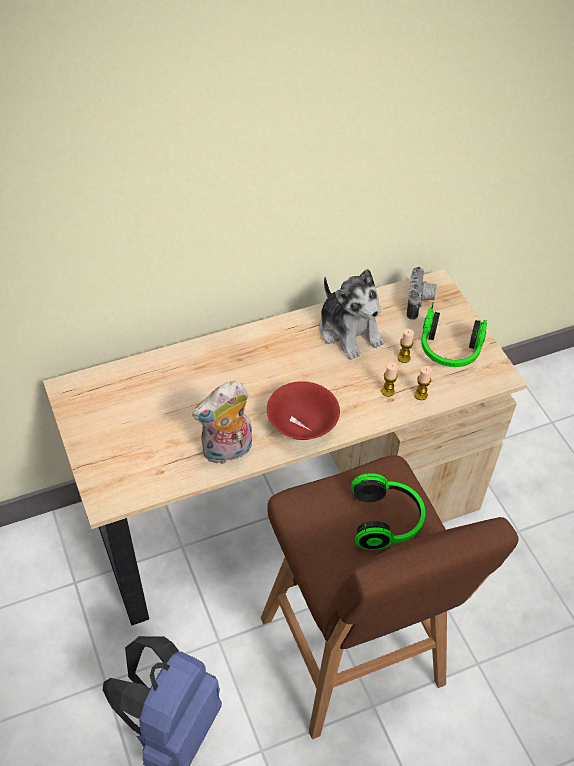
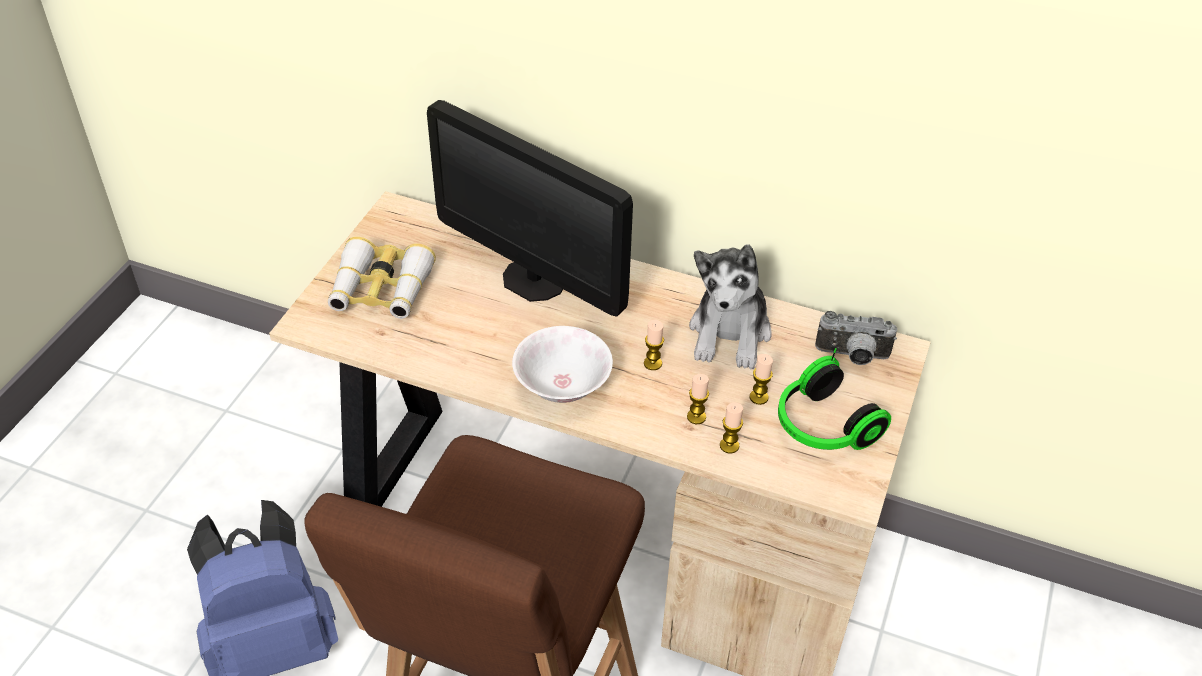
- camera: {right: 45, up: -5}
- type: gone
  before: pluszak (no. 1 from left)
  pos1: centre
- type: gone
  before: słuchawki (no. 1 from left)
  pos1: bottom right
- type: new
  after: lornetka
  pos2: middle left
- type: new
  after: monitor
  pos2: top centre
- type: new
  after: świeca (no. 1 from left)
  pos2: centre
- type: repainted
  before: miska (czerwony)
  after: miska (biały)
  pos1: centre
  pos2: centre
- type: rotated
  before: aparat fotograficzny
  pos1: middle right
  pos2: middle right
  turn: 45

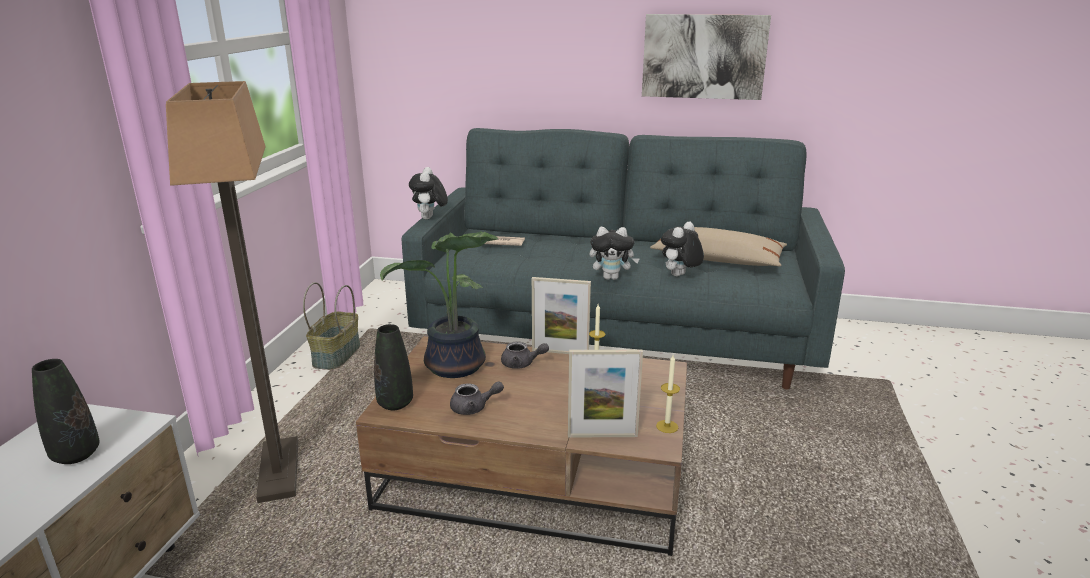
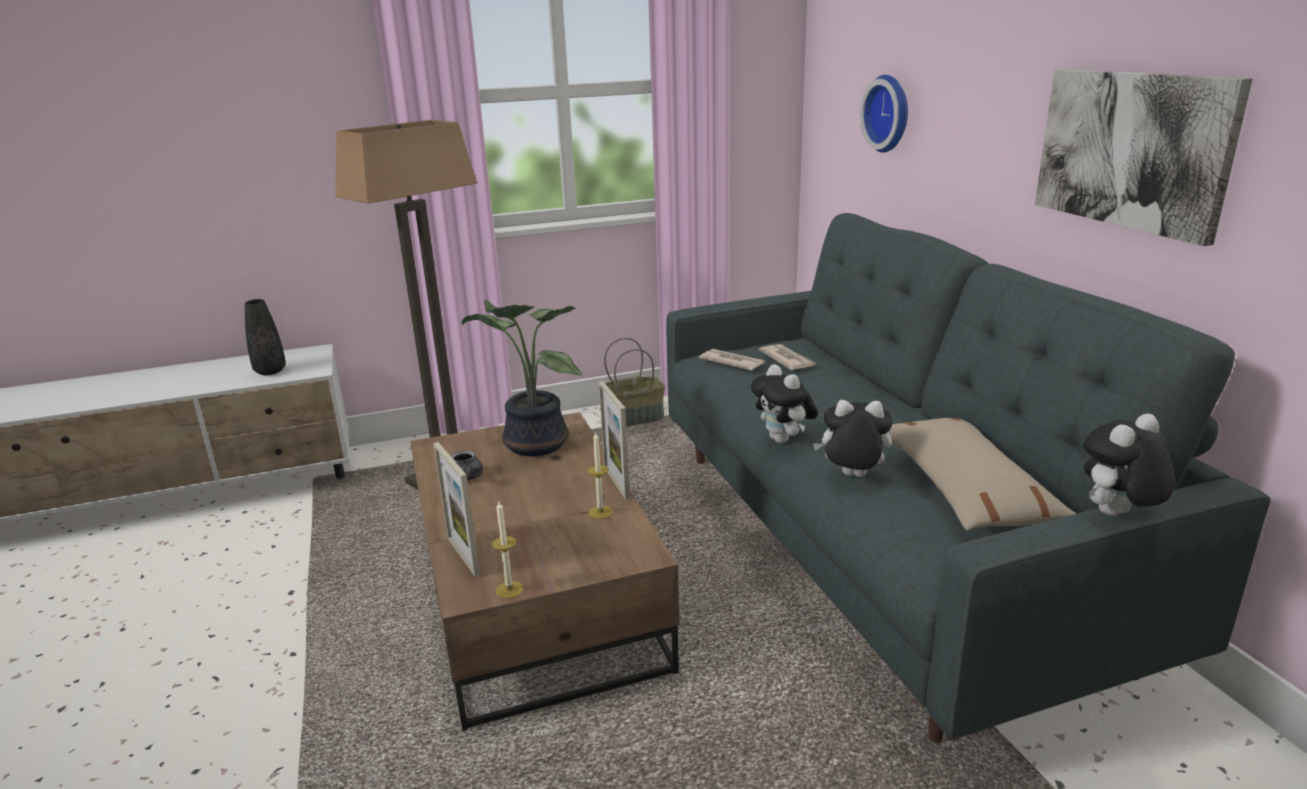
- camera: {right: 60, up: 0}
- type: gone
  before: wazon (czarny) (no. 2 from left)
  pos1: centre
- type: gone
  before: imbryk (szary) (no. 2 from left)
  pos1: centre
- type: new
  after: gazeta (no. 1 from left)
  pos2: centre
- type: new
  after: zegar ścienny
  pos2: top right
- type: shifted
  before: pluszak (no. 1 from left in the first image)
  after: pluszak (no. 3 from left)
  pos1: centre
  pos2: middle right

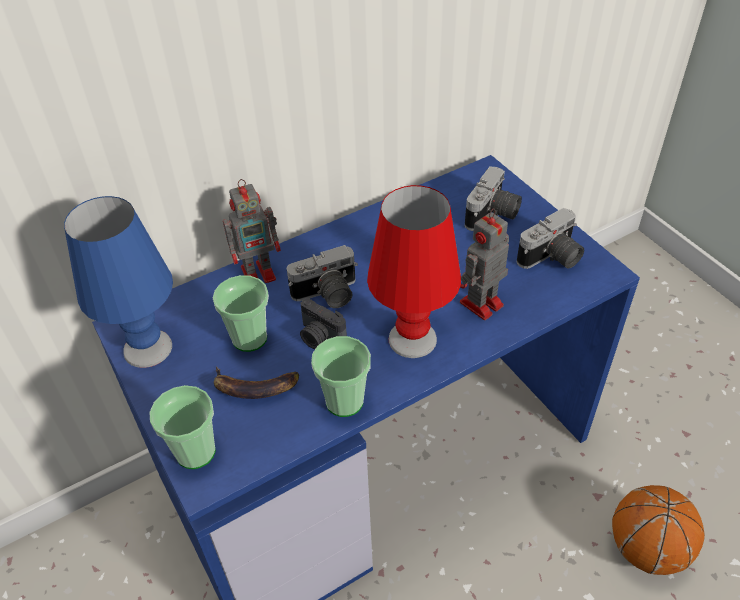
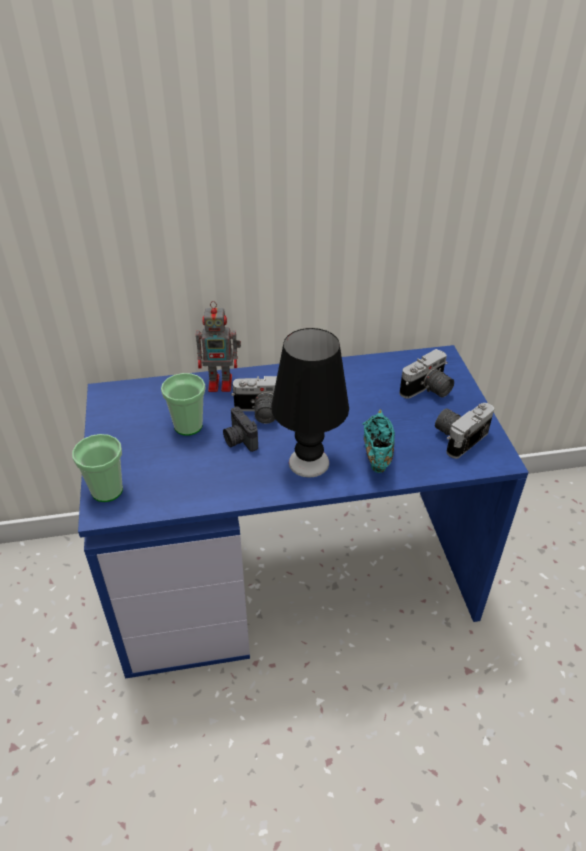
- camera: {right: 20, up: -5}
- type: gone
  before: lampa stołowa (niebieski)
  pos1: middle left
- type: gone
  before: banan
  pos1: centre
- type: gone
  before: filiżanka (no. 3 from left)
  pos1: centre
- type: gone
  before: piłka do koszykówki
  pos1: bottom right
- type: swapped
  before: robot zabawkowy (no. 2 from left)
  after: but (turkusowy)
  pos1: centre
  pos2: centre
- type: repainted
  before: lampa stołowa (czerwony)
  after: lampa stołowa (czarny)
  pos1: centre
  pos2: centre
- type: rotated
  before: aparat fotograficzny (no. 4 from left)
  pos1: middle right
  pos2: middle right
  turn: 150

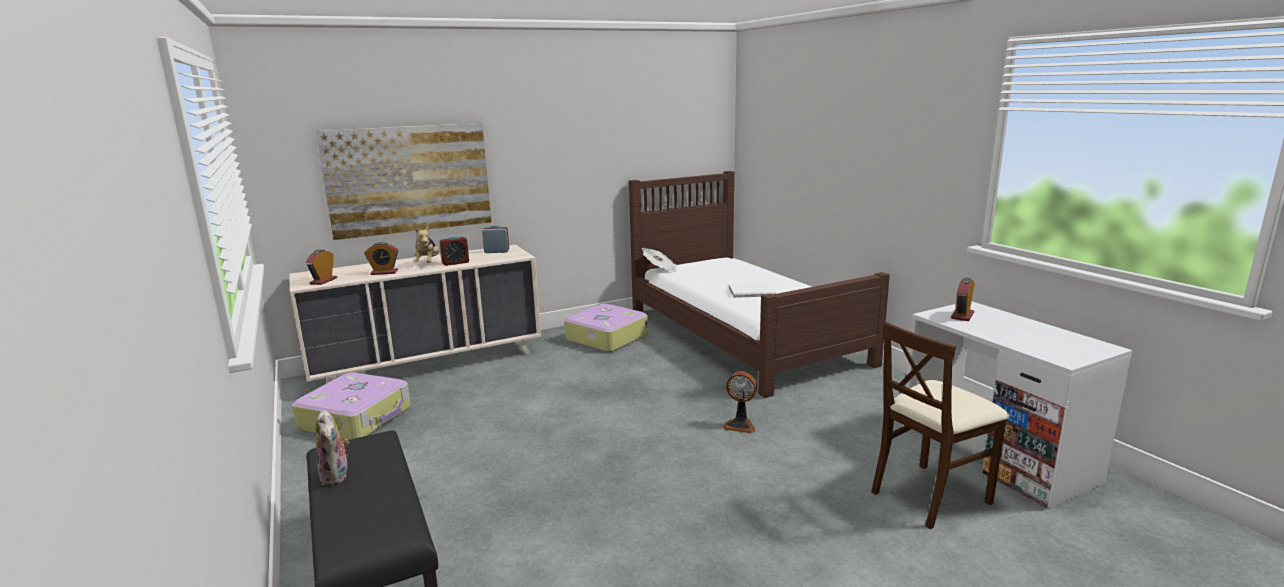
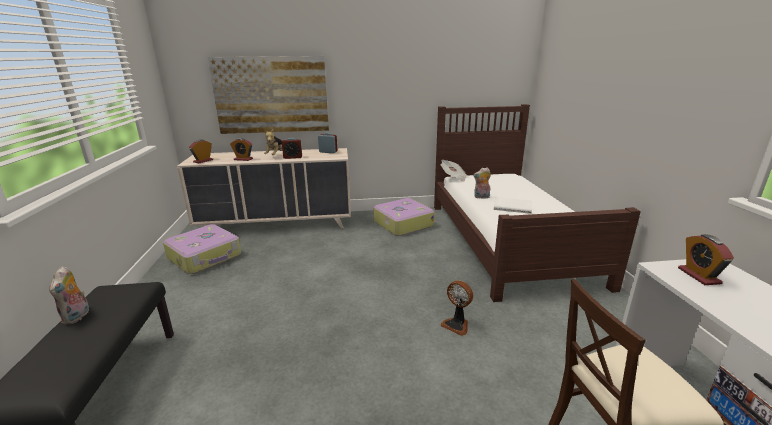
- camera: {right: 20, up: 5}
- type: new
  after: pluszak (no. 3 from left)
  pos2: centre
- type: rotated
  before: budzik (no. 5 from left)
  pos1: middle right
  pos2: middle right
  turn: -60

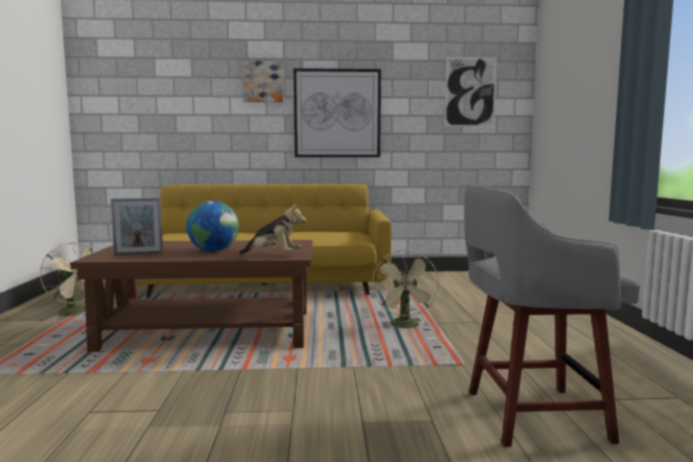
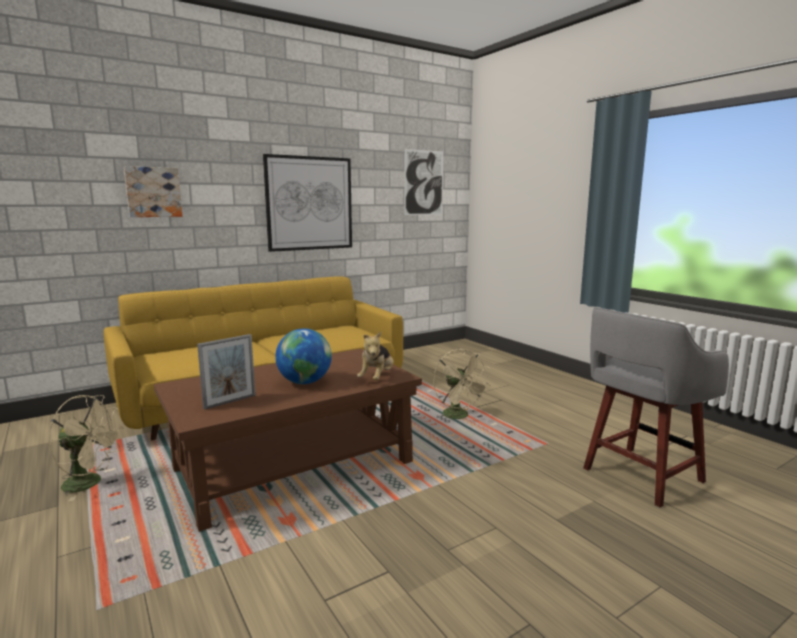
- camera: {right: -30, up: 5}
- type: shifted
  before: obraz (no. 1 from left)
  pos1: top centre
  pos2: top left
- type: rotated
  before: pluszak
  pos1: centre
  pos2: centre
  turn: 120

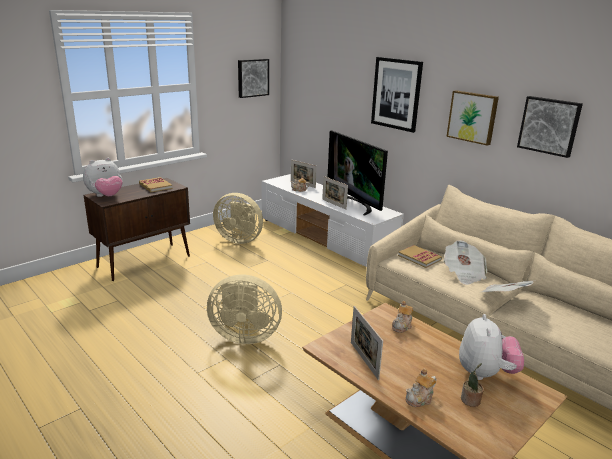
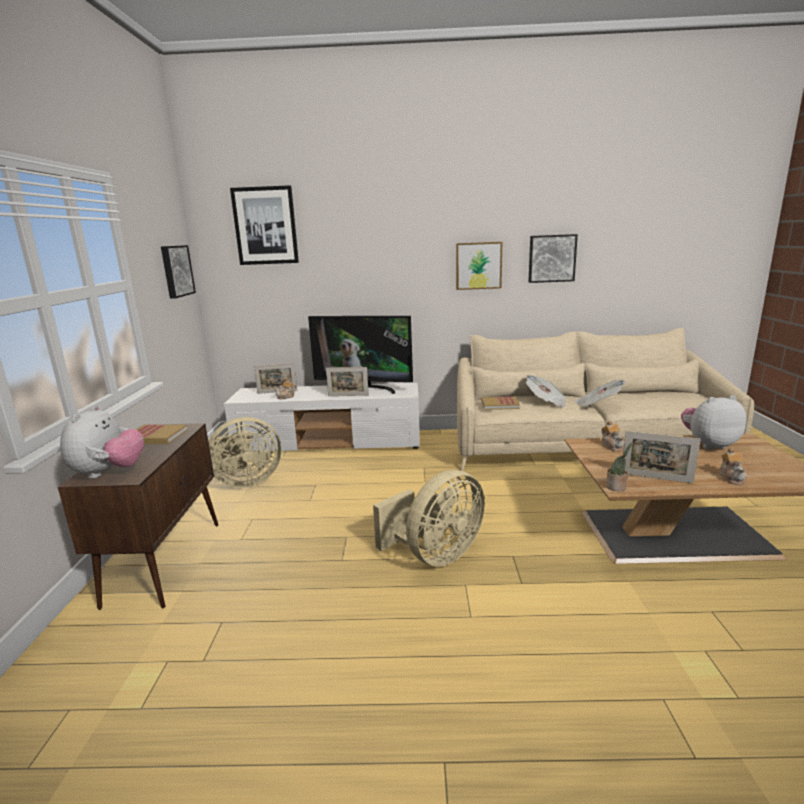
- camera: {right: -45, up: -5}
- type: shifted
  before: obraz (no. 2 from left)
  pos1: top centre
  pos2: top left
- type: shifted
  before: roślina doniczkowa
  pos1: bottom right
  pos2: middle right
- type: rotated
  before: pluszak (no. 2 from left)
  pos1: bottom right
  pos2: middle right
  turn: -60

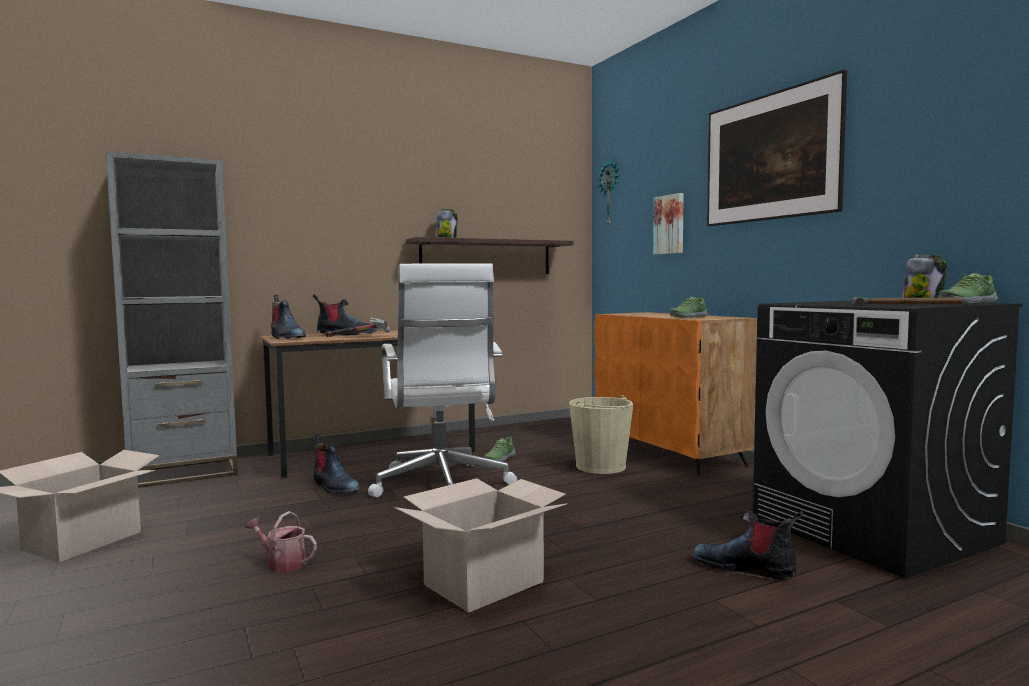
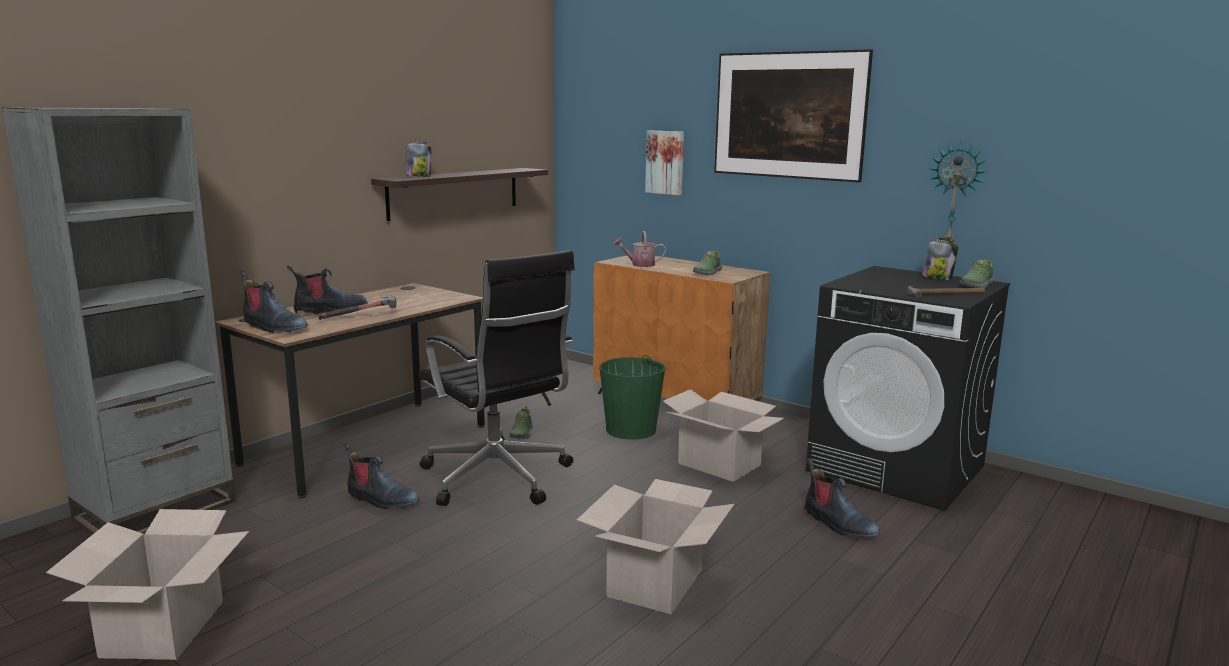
- camera: {right: -25, up: 10}
- type: new
  after: karton (no. 3 from left)
  pos2: centre
- type: shifted
  before: konewka
  pos1: bottom left
  pos2: centre
- type: shifted
  before: zegar ścienny
  pos1: top centre
  pos2: top right
- type: repainted
  before: krzesło biurowe (biały)
  after: krzesło biurowe (czarny)
  pos1: centre
  pos2: centre
- type: repainted
  before: wiadro (beżowy)
  after: wiadro (zielony)
  pos1: centre
  pos2: centre
- type: rotated
  before: but z cholewką (no. 4 from left)
  pos1: bottom right
  pos2: bottom right
  turn: -135

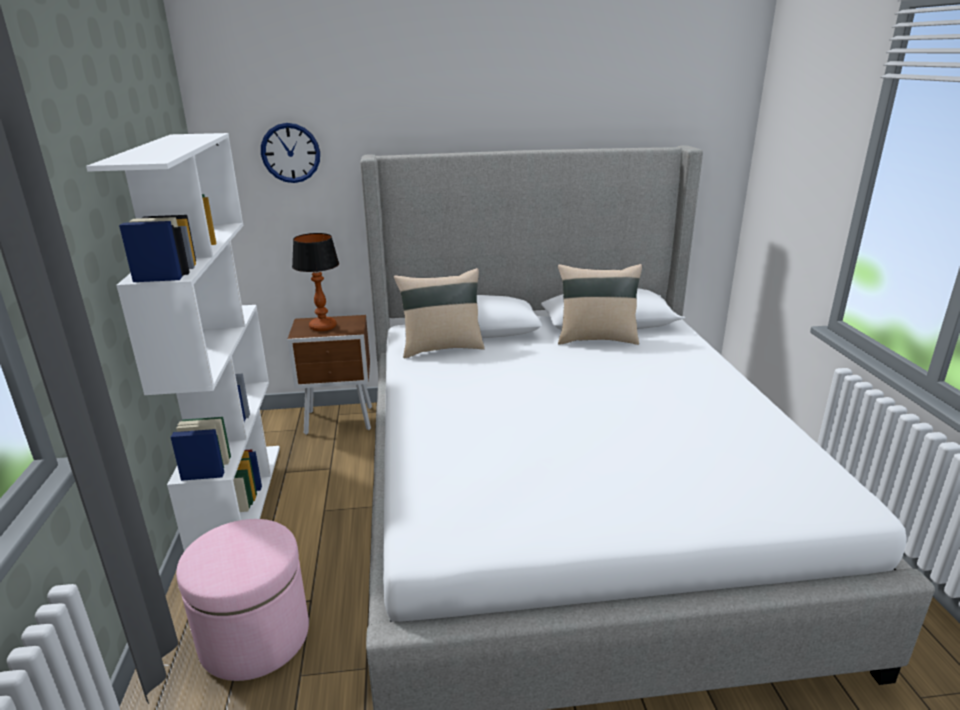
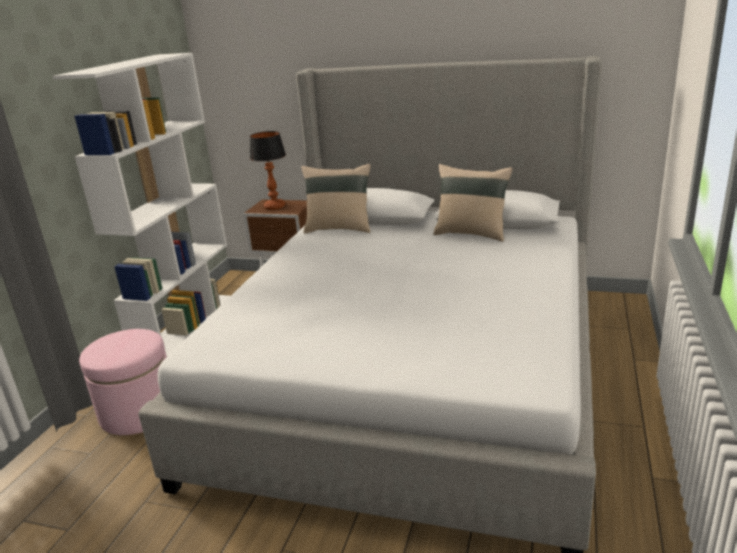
- camera: {right: 25, up: 0}
- type: gone
  before: zegar ścienny
  pos1: top left

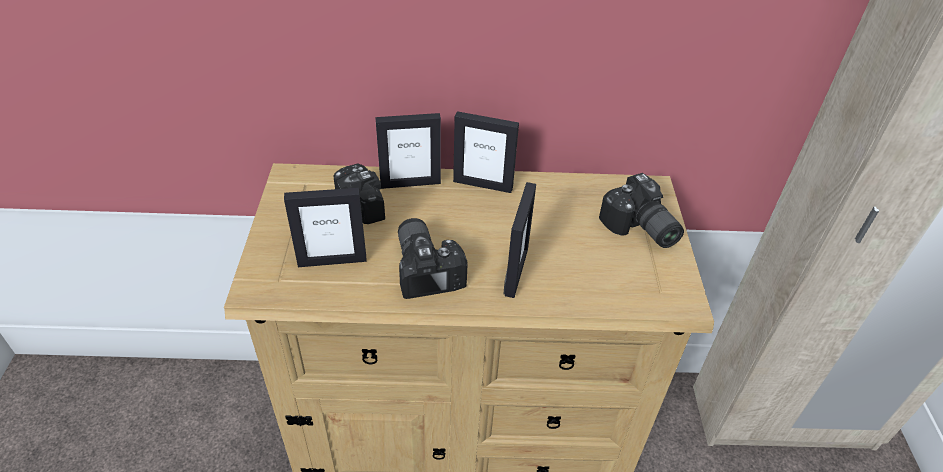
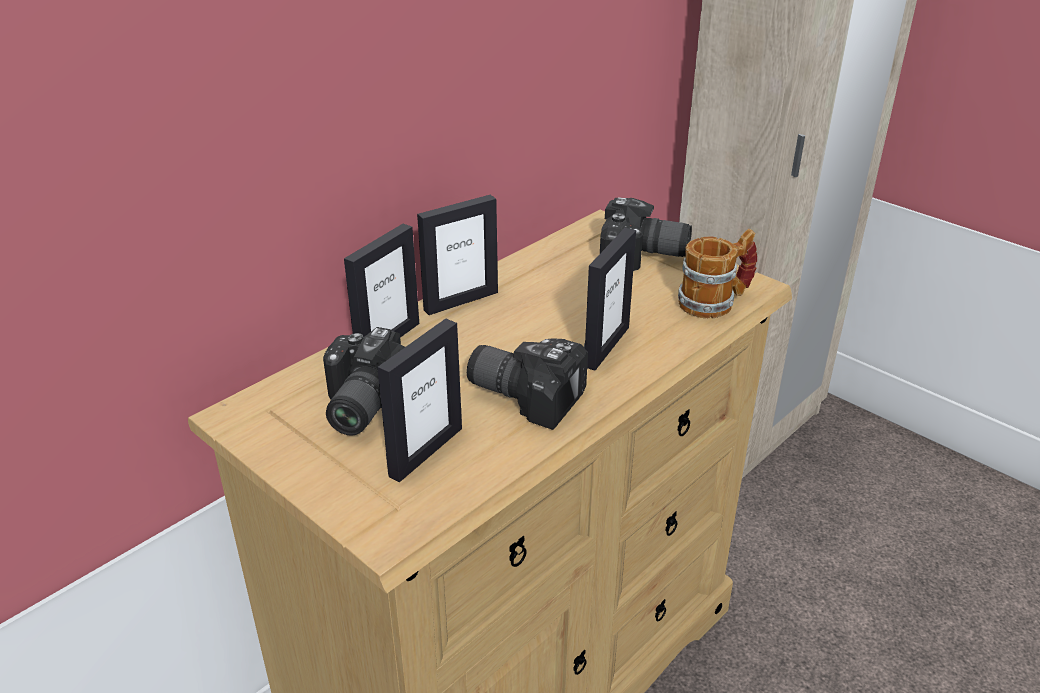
- camera: {right: -45, up: -10}
- type: new
  after: kubek
  pos2: middle right
- type: rotated
  before: ramka na zdjęcie (no. 4 from left)
  pos1: centre
  pos2: centre
  turn: 60

